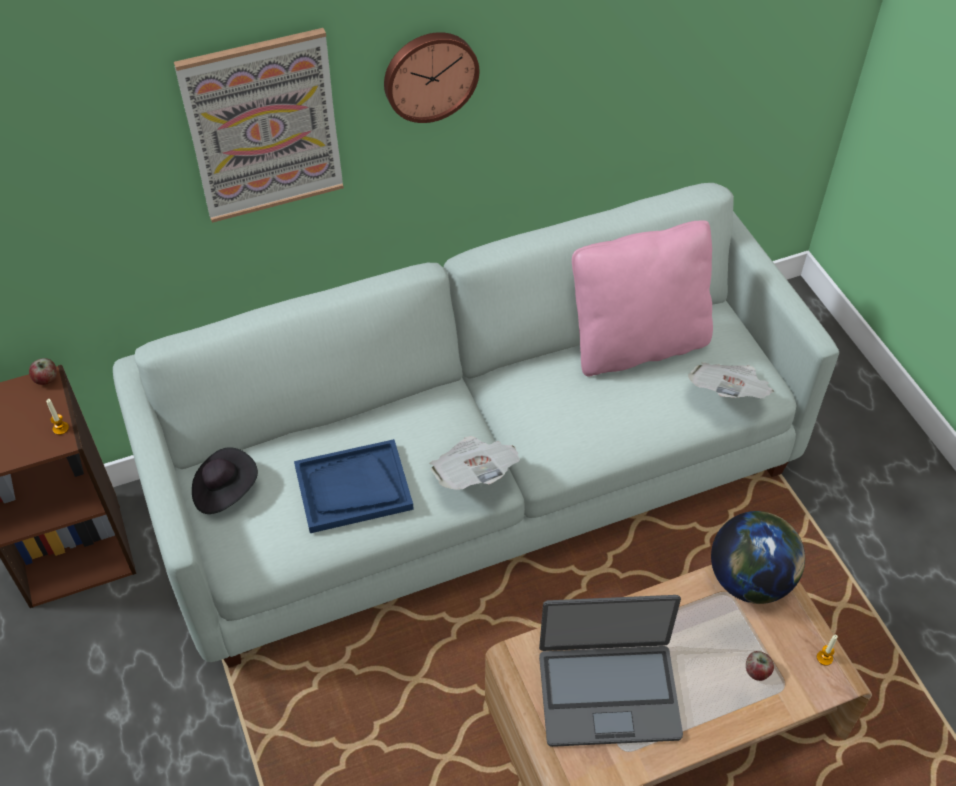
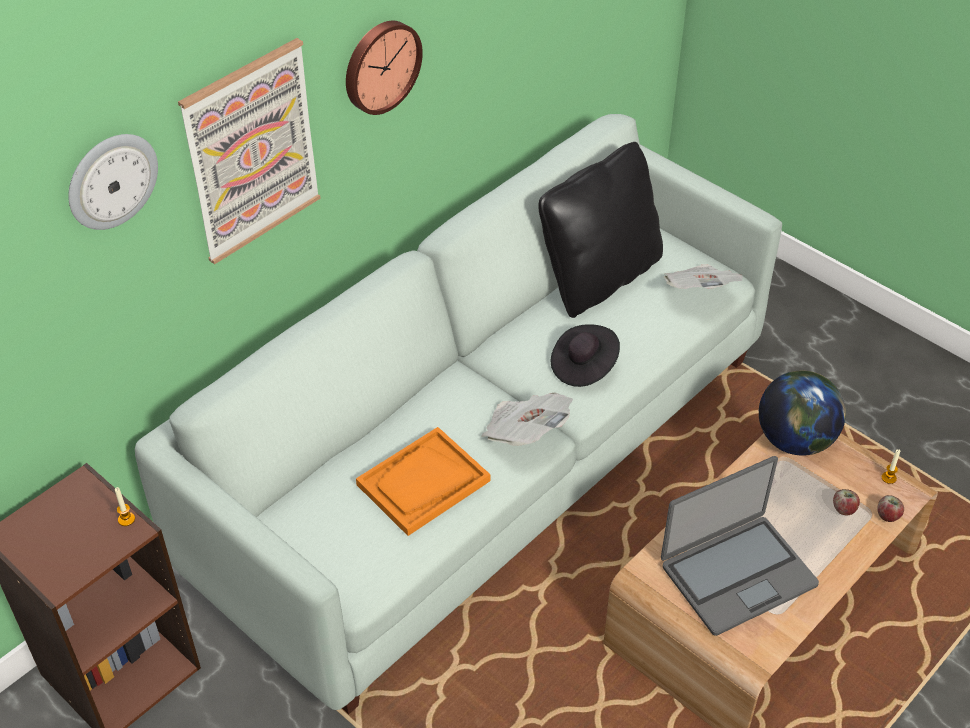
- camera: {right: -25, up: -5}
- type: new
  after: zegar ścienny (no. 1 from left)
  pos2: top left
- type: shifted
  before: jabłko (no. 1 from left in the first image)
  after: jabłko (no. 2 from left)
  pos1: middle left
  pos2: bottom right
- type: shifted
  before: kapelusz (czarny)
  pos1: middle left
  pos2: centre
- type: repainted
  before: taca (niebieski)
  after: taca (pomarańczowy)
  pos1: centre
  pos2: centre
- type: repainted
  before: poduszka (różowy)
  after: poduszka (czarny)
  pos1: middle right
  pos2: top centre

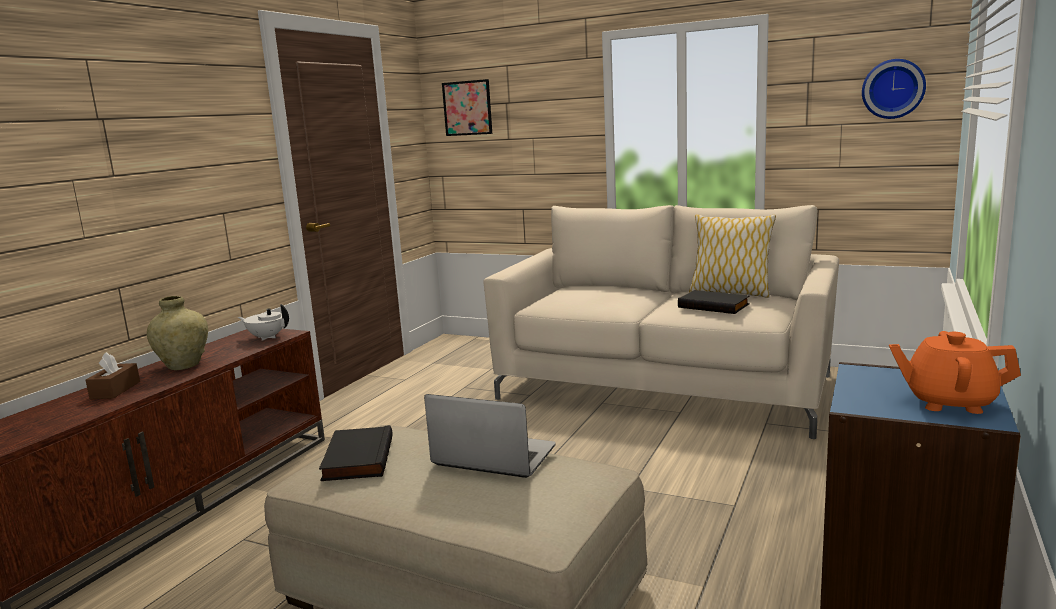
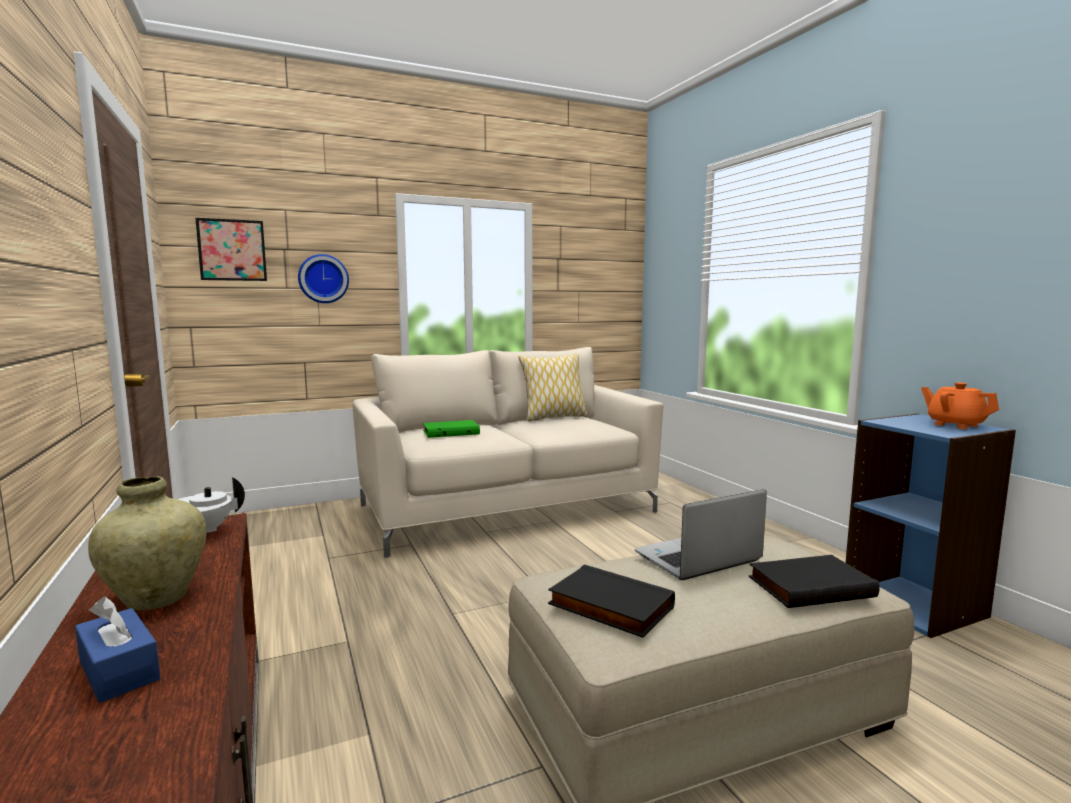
- camera: {right: -50, up: -5}
- type: new
  after: książka (zielony)
  pos2: centre
- type: shifted
  before: książka (czarny) (no. 2 from left)
  pos1: middle right
  pos2: bottom right
- type: shifted
  before: zegar ścienny
  pos1: top right
  pos2: middle left
- type: repainted
  before: pudełko chusteczek (brązowy)
  after: pudełko chusteczek (niebieski)
  pos1: middle left
  pos2: bottom left
- type: rotated
  before: imbryk (pomarańczowy)
  pos1: middle right
  pos2: middle right
  turn: 90

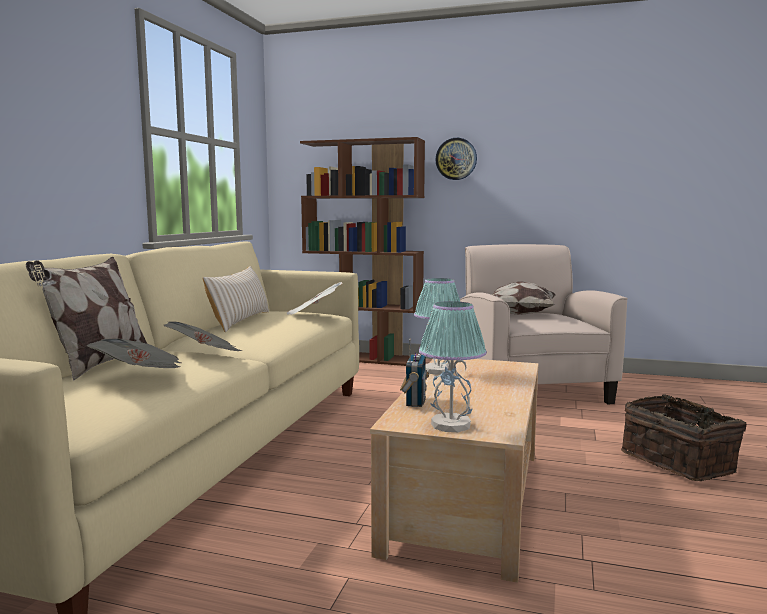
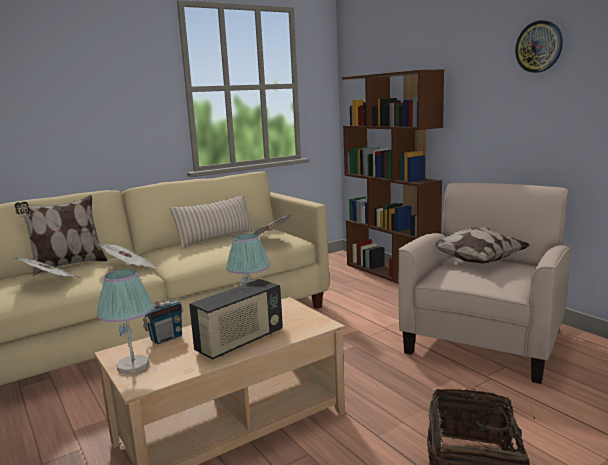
- camera: {right: 40, up: 5}
- type: new
  after: radio (no. 2 from left)
  pos2: bottom centre
- type: shifted
  before: zegar ścienny
  pos1: top centre
  pos2: top right

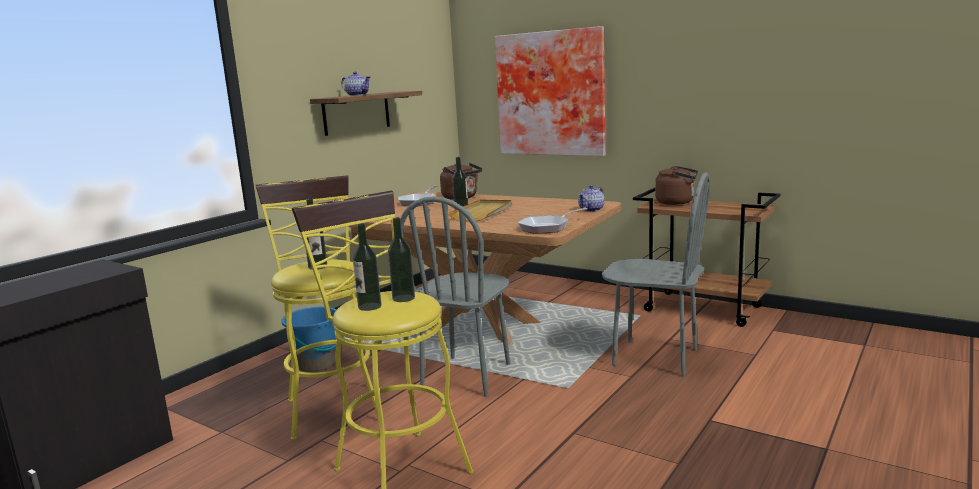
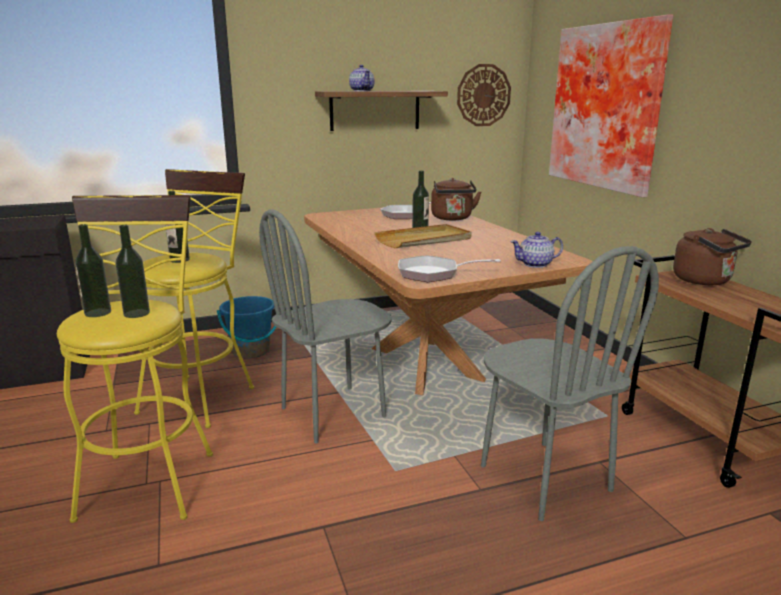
- camera: {right: 35, up: 5}
- type: new
  after: zegar ścienny
  pos2: top centre

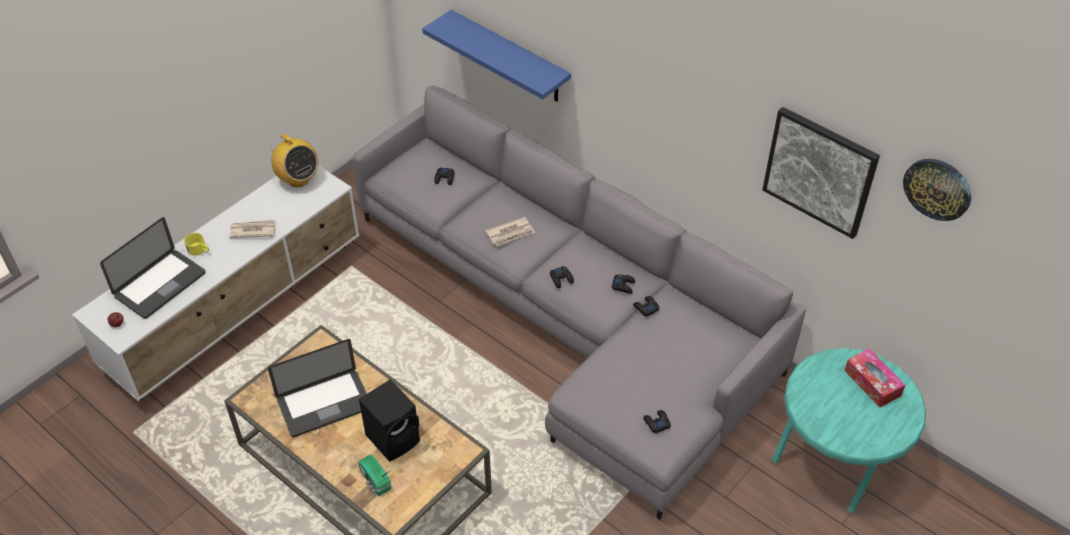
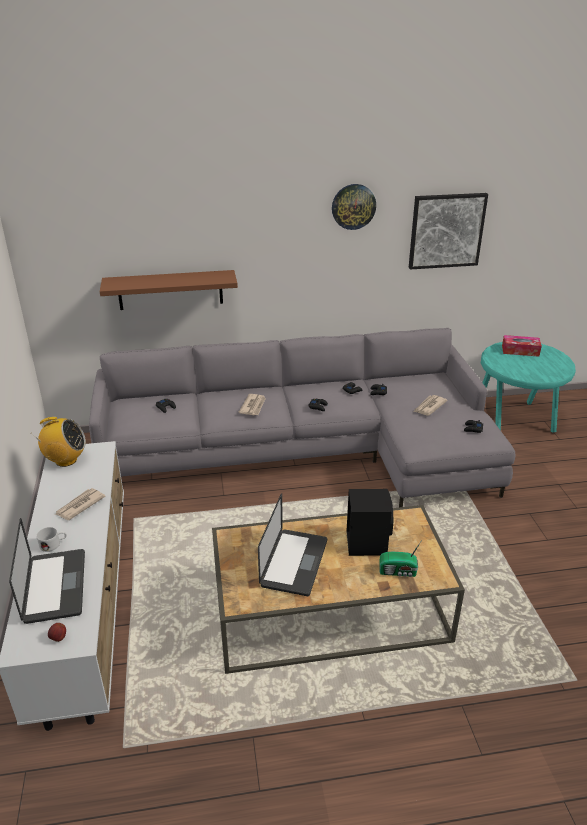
- camera: {right: -50, up: -15}
- type: new
  after: gazeta (no. 3 from left)
  pos2: middle right
- type: shifted
  before: zegar ścienny
  pos1: middle right
  pos2: top centre
- type: repainted
  before: kubek (żółty)
  after: kubek (biały)
  pos1: middle left
  pos2: middle left
- type: repainted
  before: półka (niebieski)
  after: półka (brązowy)
  pos1: top centre
  pos2: middle left

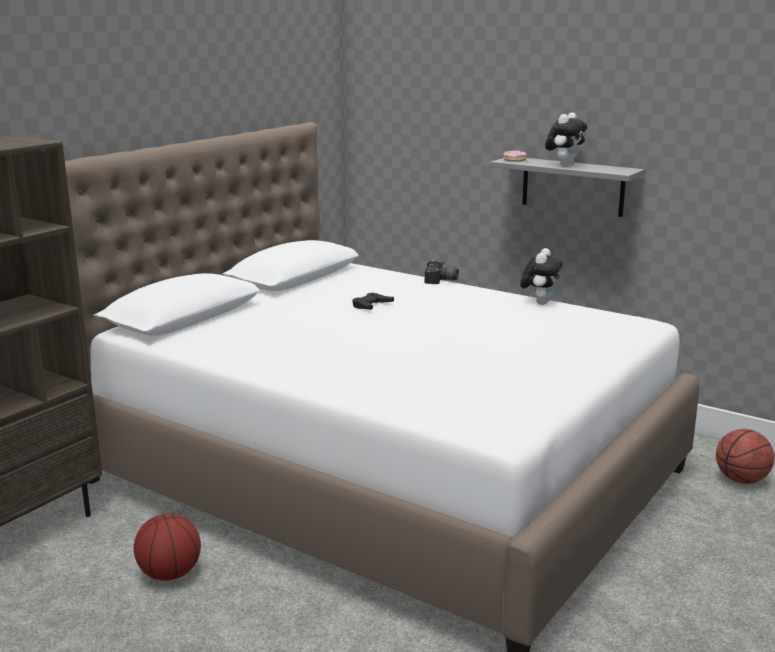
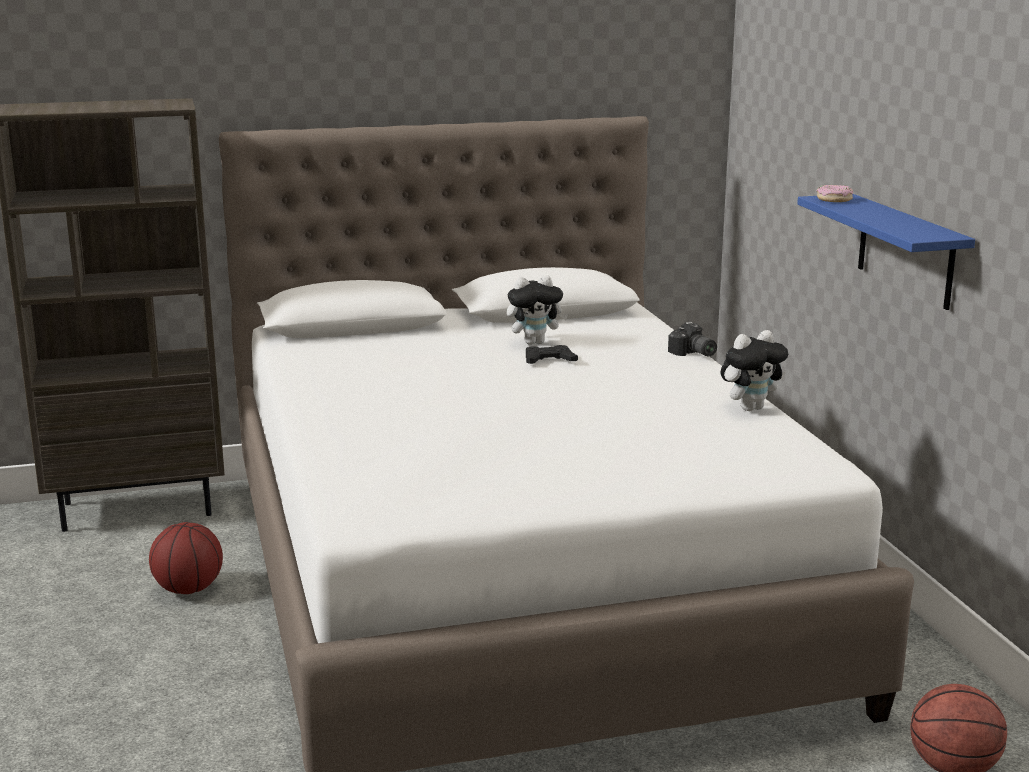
- camera: {right: 40, up: 0}
- type: shifted
  before: pluszak (no. 2 from left in the first image)
  after: pluszak (no. 1 from left)
  pos1: top right
  pos2: centre
- type: repainted
  before: półka (szary)
  after: półka (niebieski)
  pos1: top right
  pos2: top right

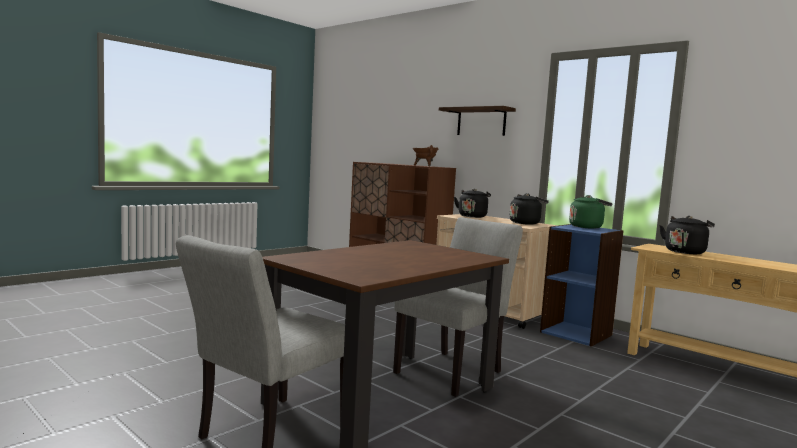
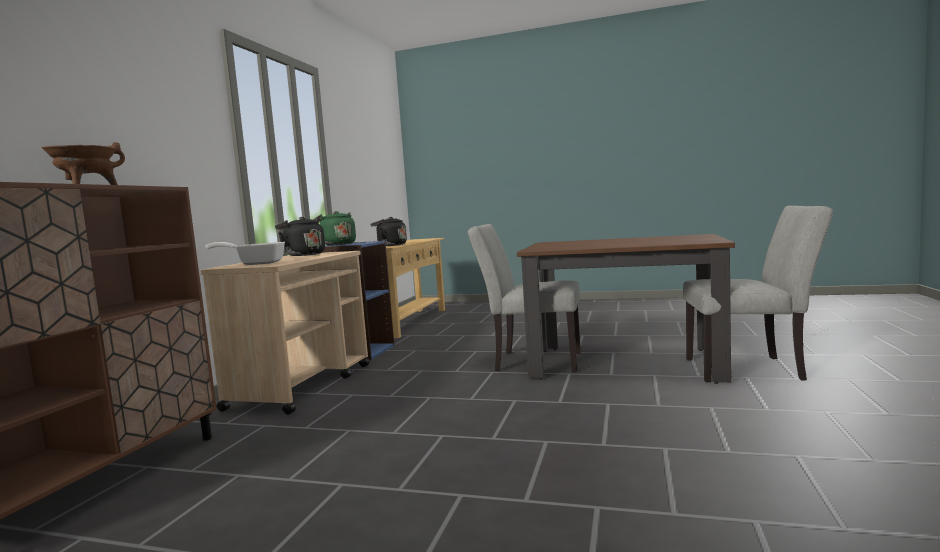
- camera: {right: -115, up: 0}
- type: gone
  before: półka
  pos1: top centre
- type: swapped
  before: czajnik (czarny) (no. 1 from left)
  after: patelnia
  pos1: centre
  pos2: middle left

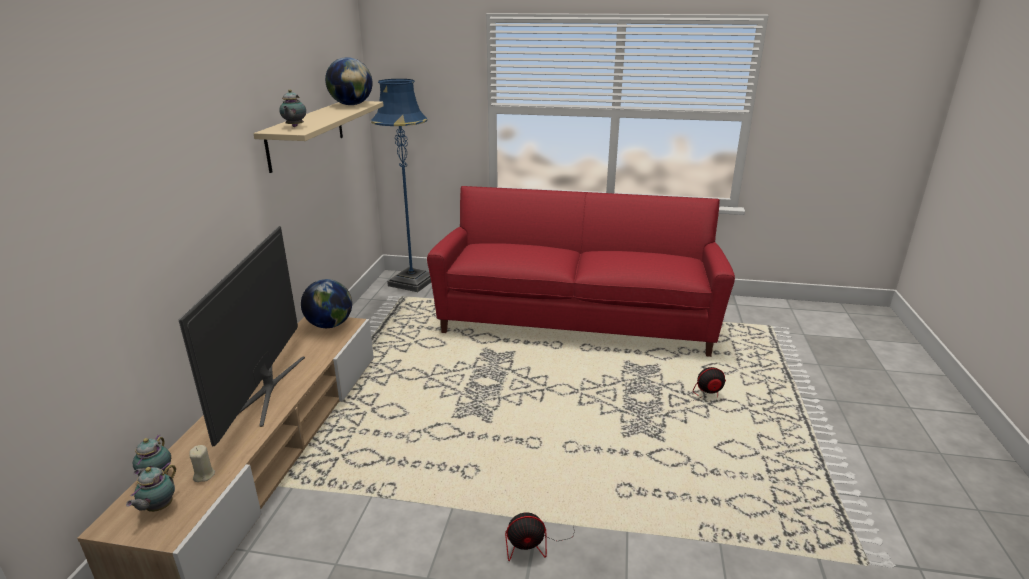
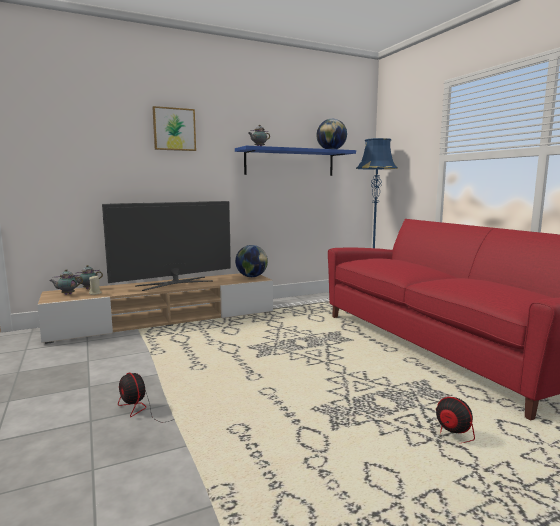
- camera: {right: 55, up: -15}
- type: new
  after: obraz
  pos2: top left
- type: repainted
  before: półka (beżowy)
  after: półka (niebieski)
  pos1: top left
  pos2: top centre

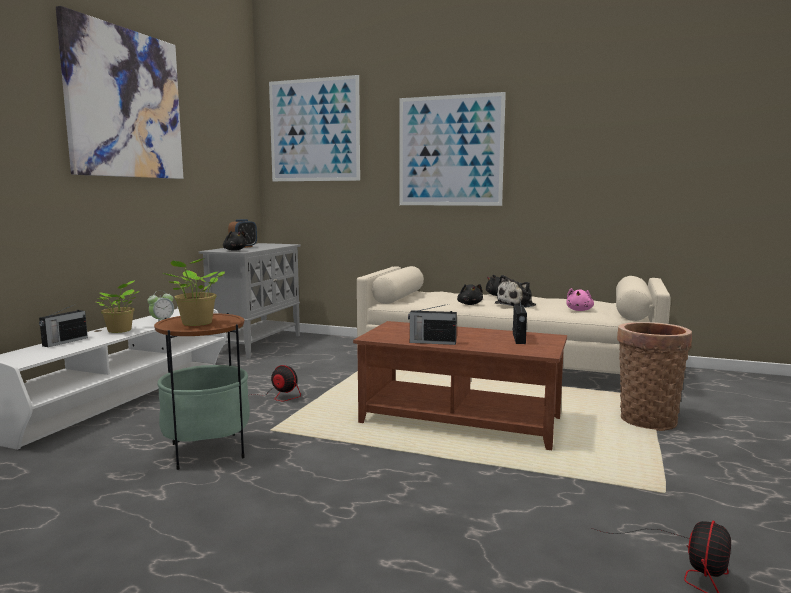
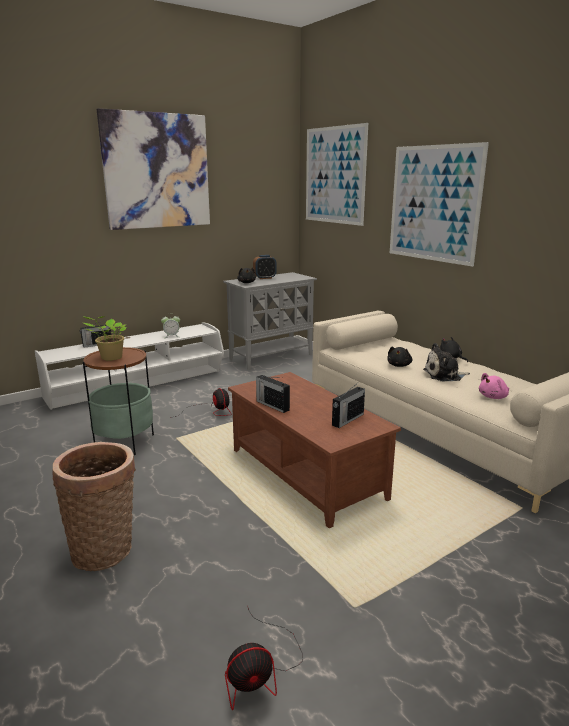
- camera: {right: 35, up: 10}
- type: gone
  before: roślina doniczkowa (no. 1 from left)
  pos1: middle left
- type: shifted
  before: koszyk
  pos1: middle right
  pos2: bottom left

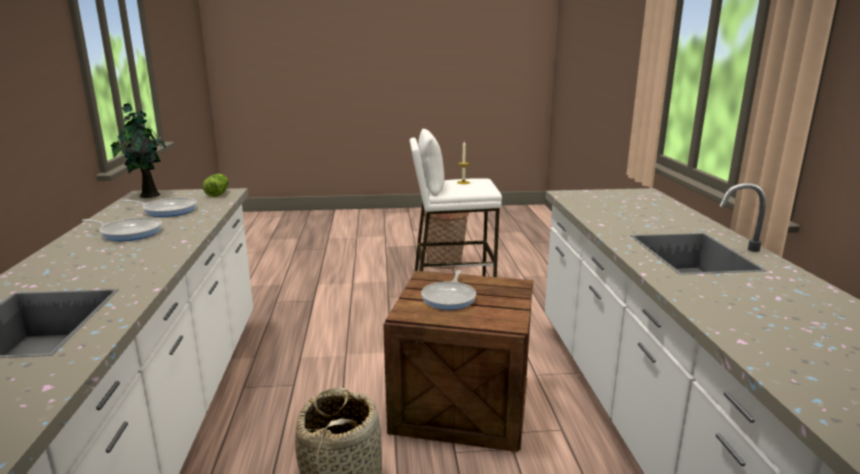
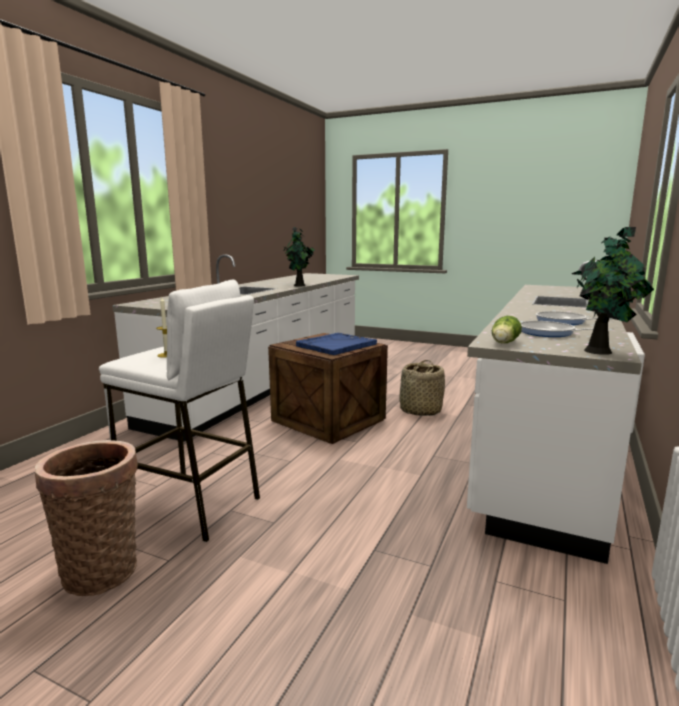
- camera: {right: -150, up: -5}
- type: new
  after: roślina doniczkowa (no. 1 from left)
  pos2: centre
- type: swapped
  before: patelnia (no. 3 from left)
  after: taca (niebieski)
  pos1: centre
  pos2: centre

